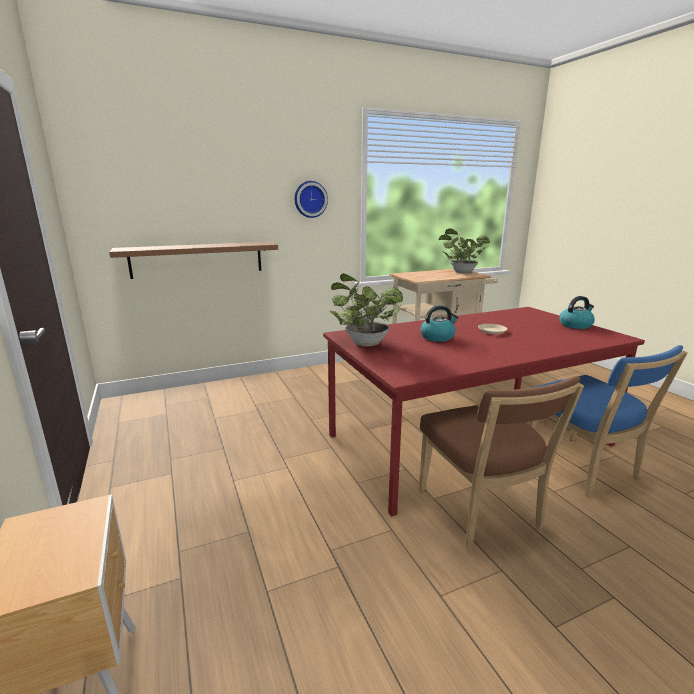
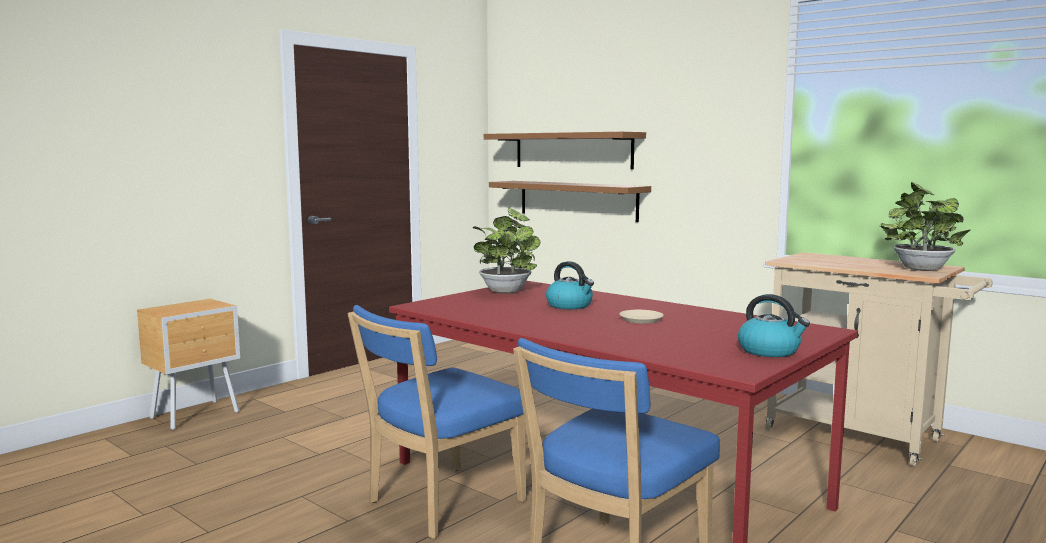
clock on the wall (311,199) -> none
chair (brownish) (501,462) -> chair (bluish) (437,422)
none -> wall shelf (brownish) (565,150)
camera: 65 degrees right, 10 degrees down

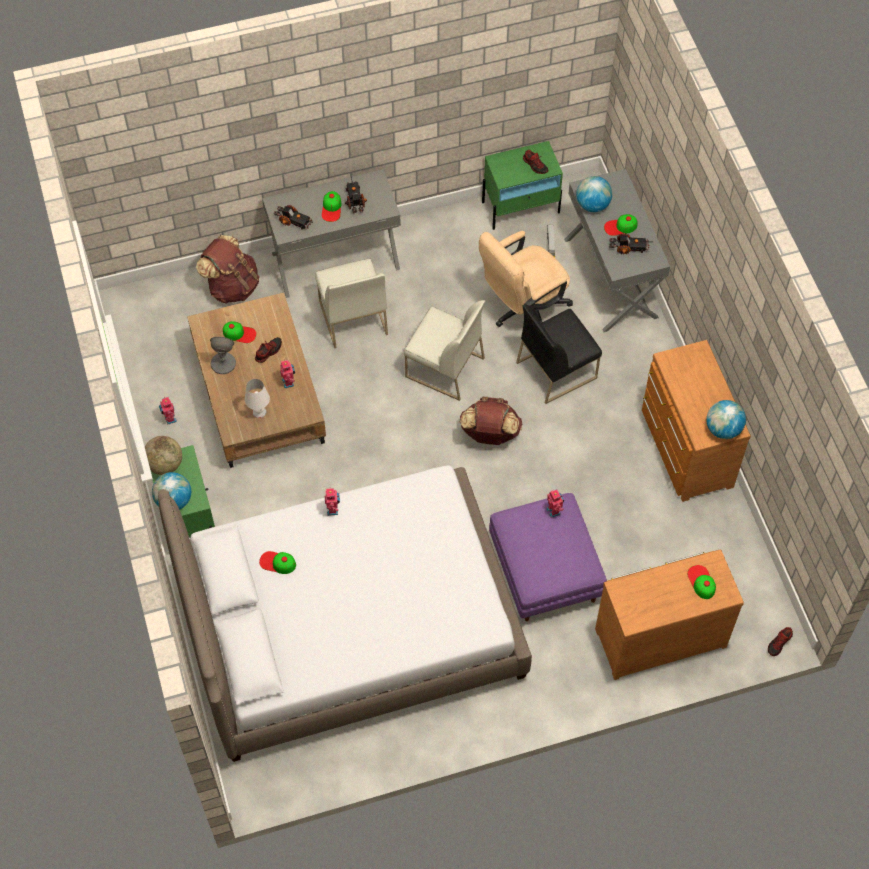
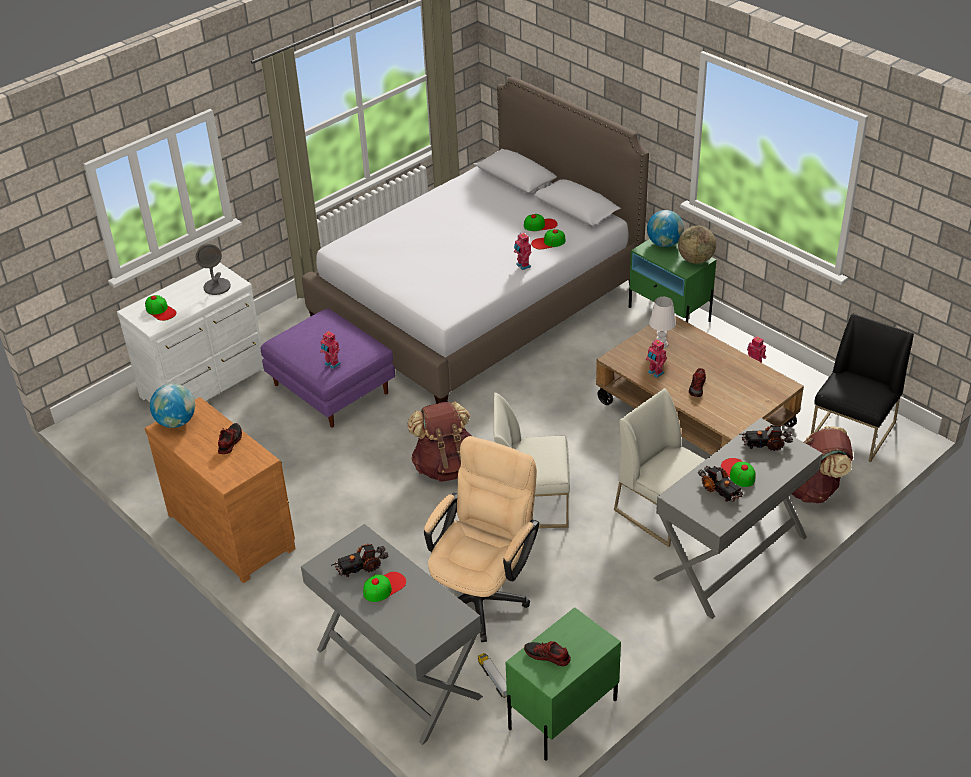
globe (594,194) -> none
chair (black) (559,354) -> chair (black) (862,387), relocated
baseball cap (239,332) -> baseball cap (548,239), relocated
table lamp (gray) (223,355) -> table lamp (gray) (213,269), relocated
chest of drawers (brownish) (669,614) -> chest of drawers (white-coloured) (190,332)
low shoe (780,641) -> low shoe (230,438), relocated
camera: 155 degrees right, 20 degrees down

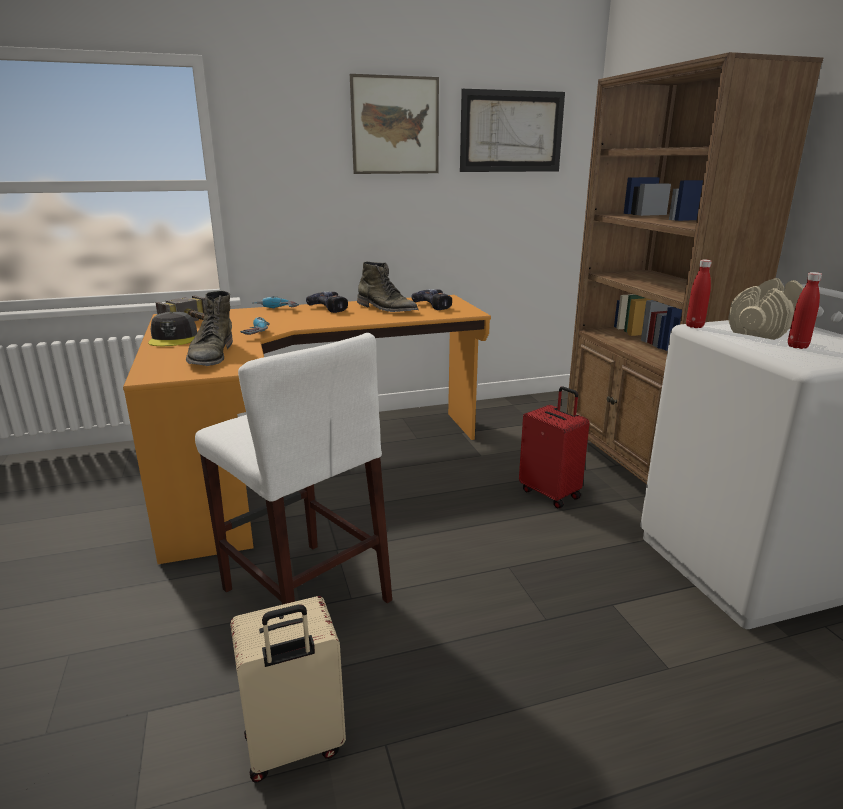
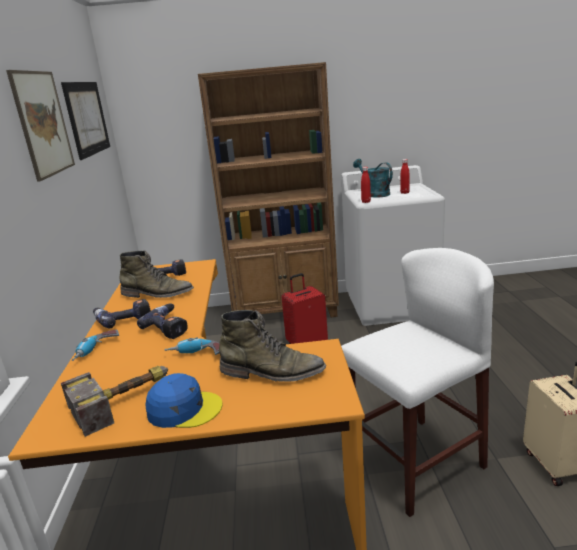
high-top boot (green-coloured) (387,287) -> high-top boot (green-coloured) (157,274), 45 degrees clockwise
hand weight (sand-coloured) (766,309) -> watering can (turquoise) (373,178)
baseball cap (gray) (172,329) -> baseball cap (bluish) (184,400)
none -> power drill (162,321)
camera: 75 degrees left, 0 degrees up

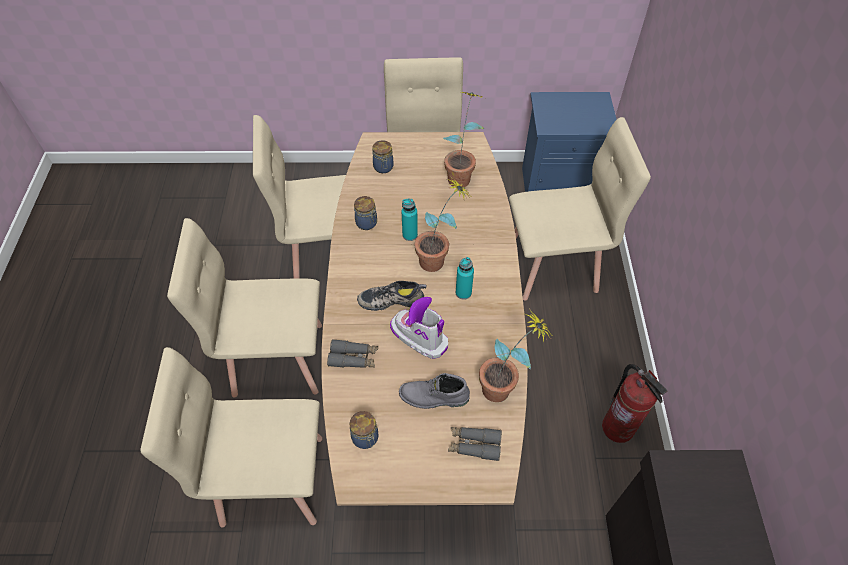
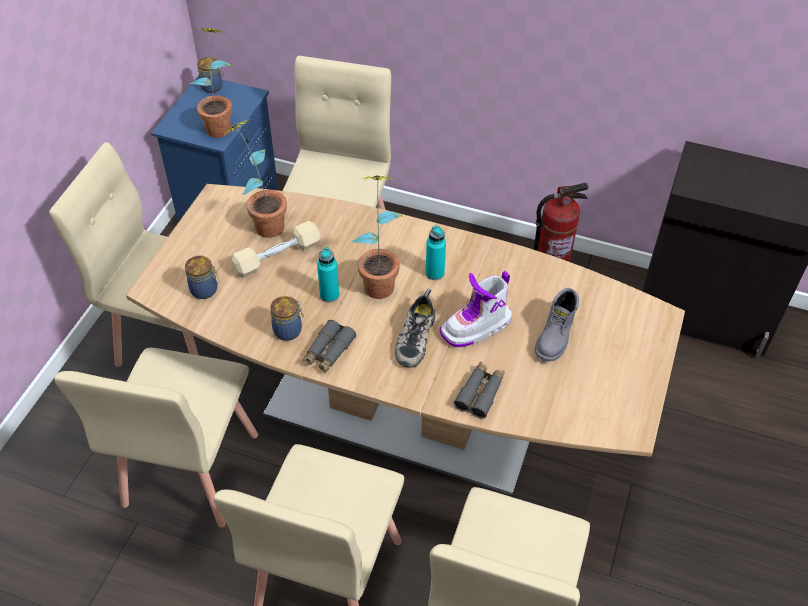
plant in a pot (515,356) -> plant in a pot (211,83), relocated
jar (364,430) -> jar (210,75), relocated
pair of binoculars (gray) (475,444) -> pair of binoculars (gray) (329,346), relocated
none -> hand weight (sand-coloured) (276,249)
camera: 70 degrees left, 5 degrees down

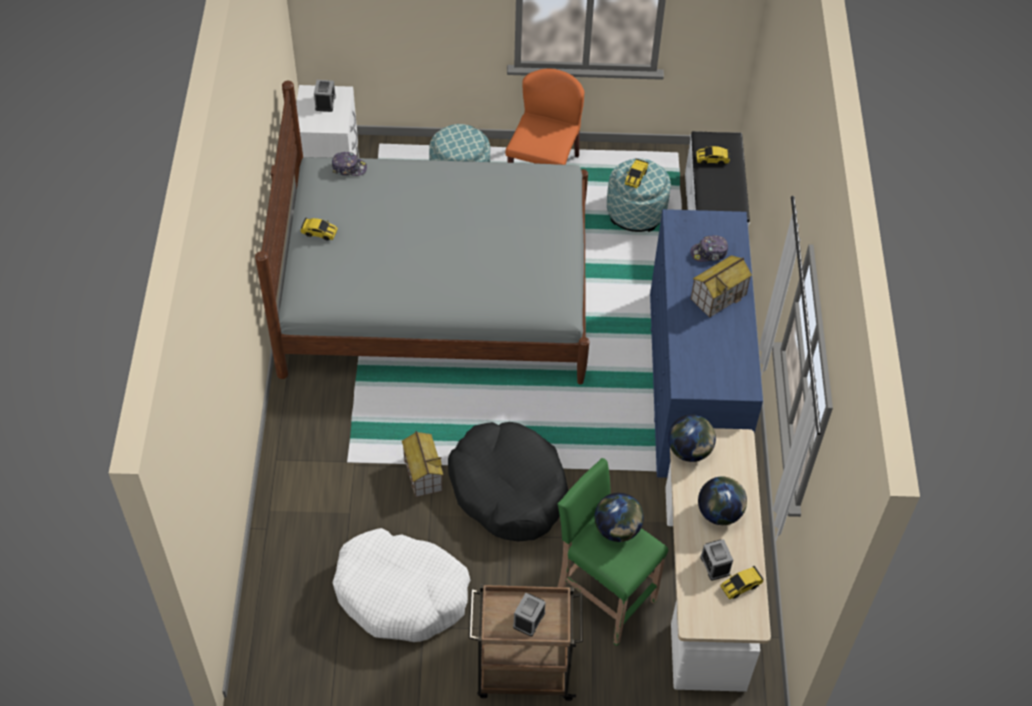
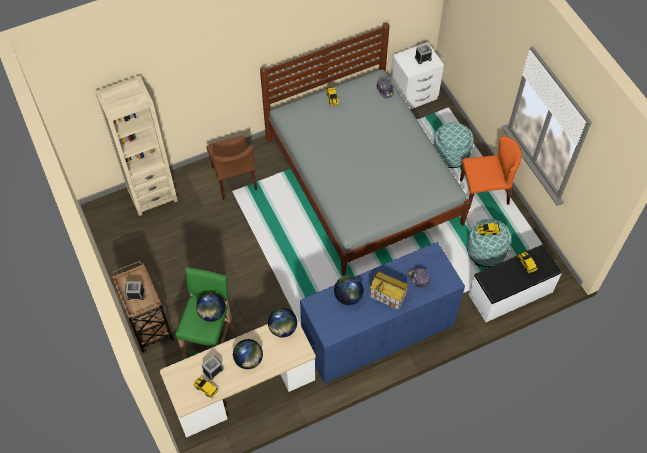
dog bed (black) (508,482) -> none
miniature house (422,464) -> none
dog bed (white-coloured) (401,585) -> none
none -> bookcase (sand-coloured) (136,145)
none -> chair (brownish) (231,168)
none -> globe (349,290)
camera: 65 degrees right, 5 degrees up

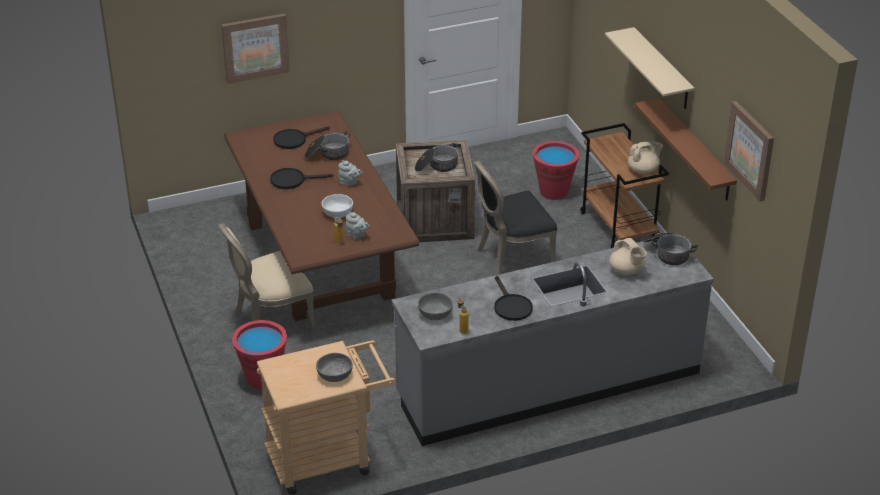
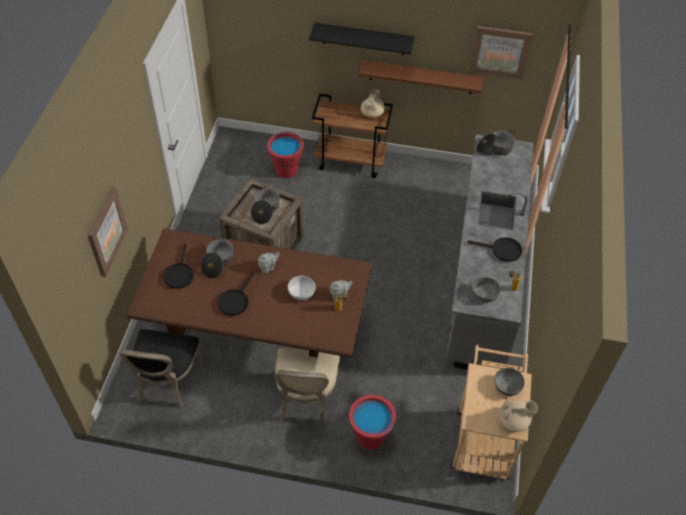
wall shelf (sand-coloured) (649,68) -> wall shelf (black) (362,39)
chair (black) (515,217) -> chair (black) (161,368), relocated
tea pot (sand-coloured) (628,256) -> tea pot (sand-coloured) (518,415), relocated
camera: 60 degrees left, 15 degrees up

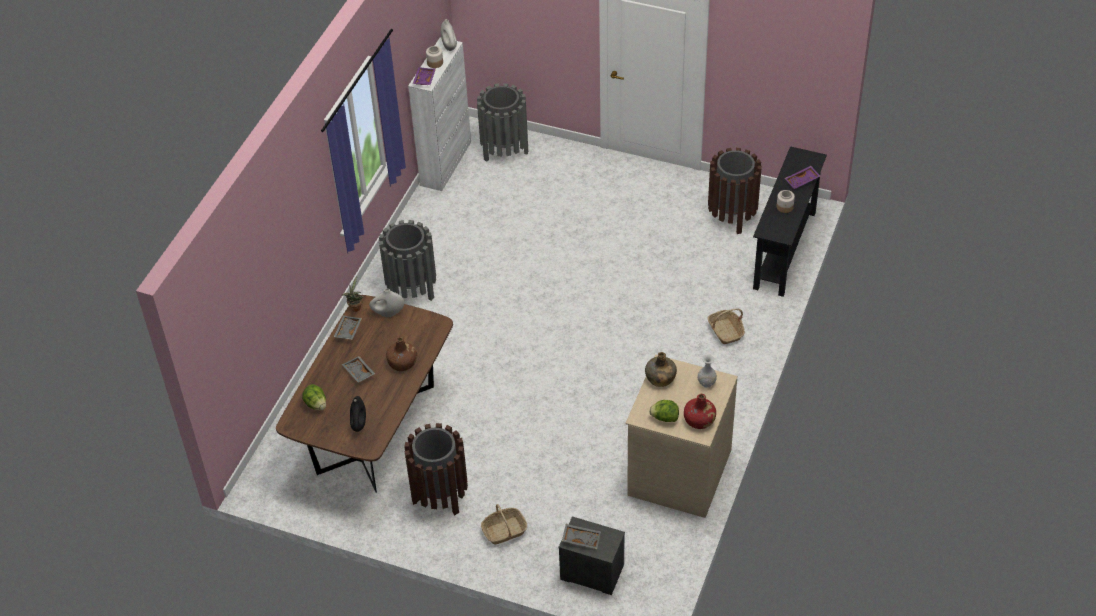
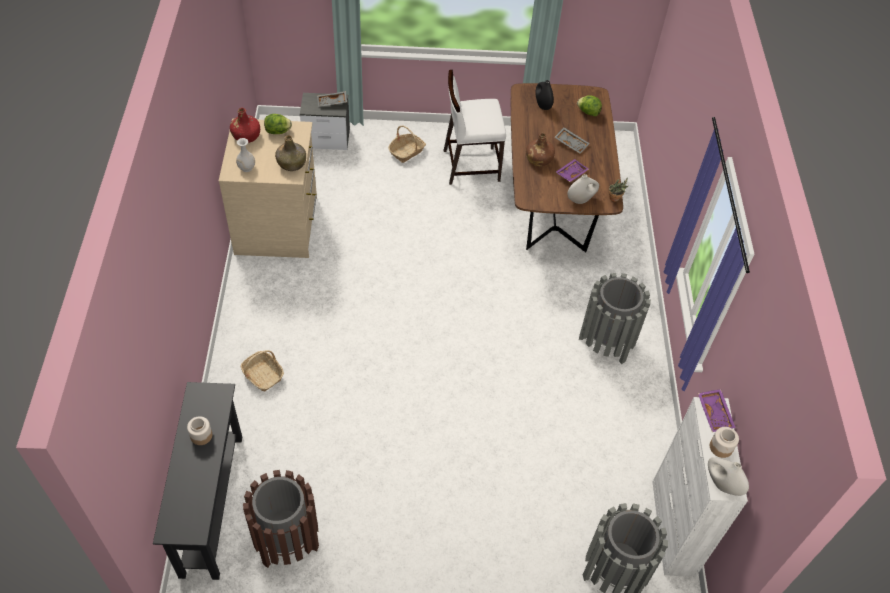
serving tray (purple-coloured) (802,177) -> serving tray (purple-coloured) (572,170), relocated
serving tray (gray) (348,327) -> none
rubbish bin (brownish) (436,469) -> chair (white-coloured) (475,127)
camera: 155 degrees right, 5 degrees up

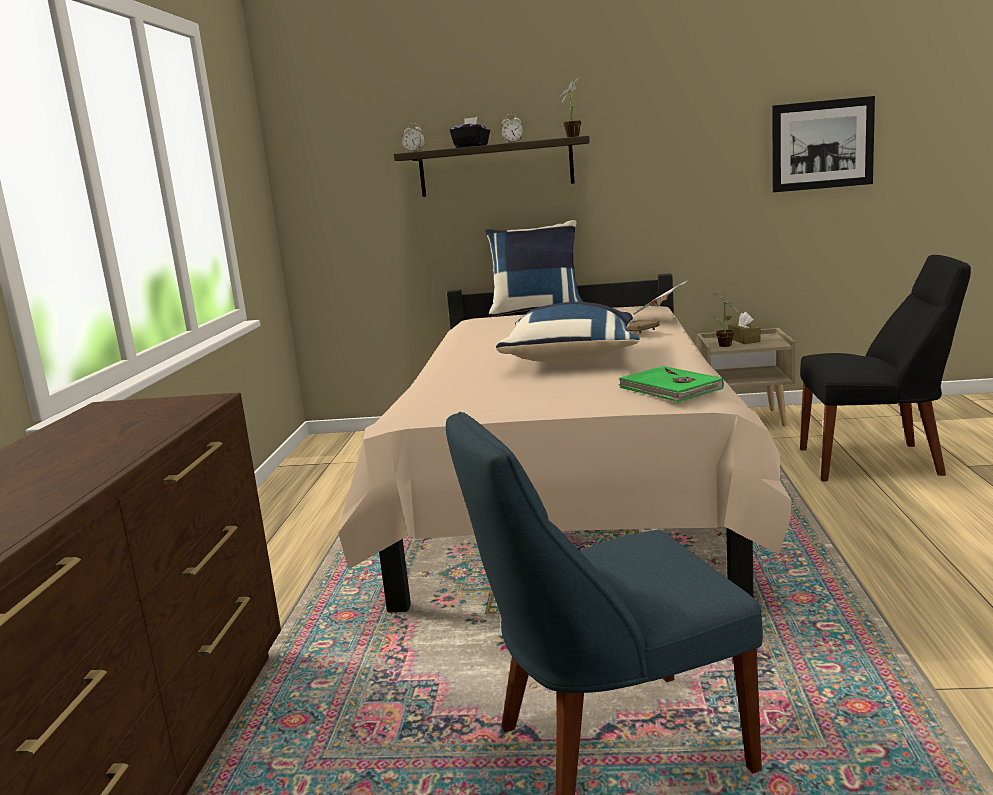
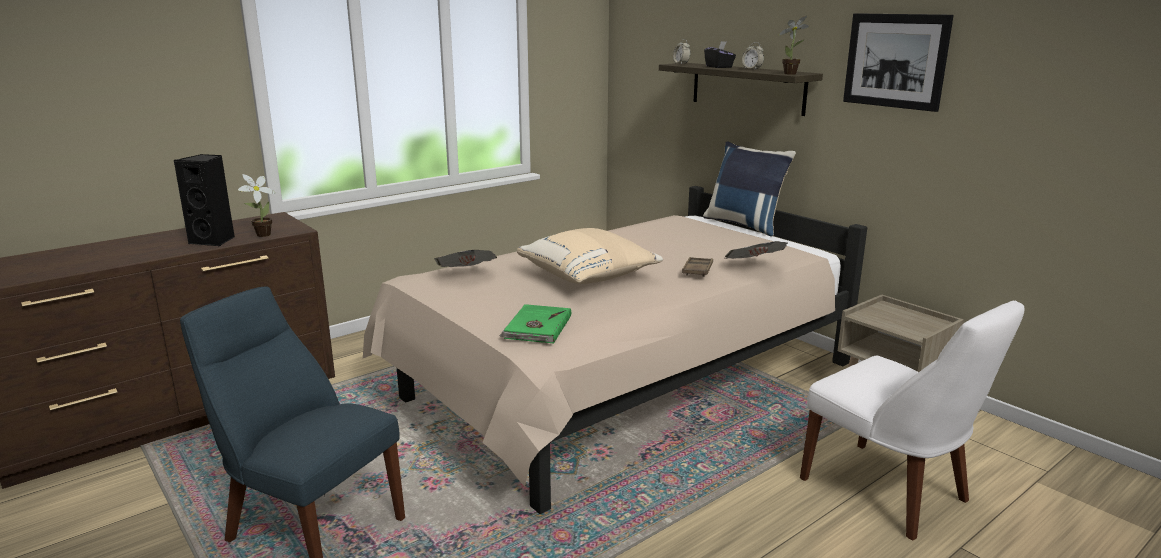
wall art (823,144) -> wall art (898,62), relocated
chair (black) (885,368) -> chair (white-coloured) (912,420)
plant in a pot (726,319) -> plant in a pot (257,205), relocated
cushion (bluish) (568,332) -> cushion (sand-coloured) (590,256)
tissue holder (brownish) (744,328) -> none
none -> loudspeaker (black) (204,200)
none -> printed paper (465,258)
camera: 45 degrees right, 5 degrees up

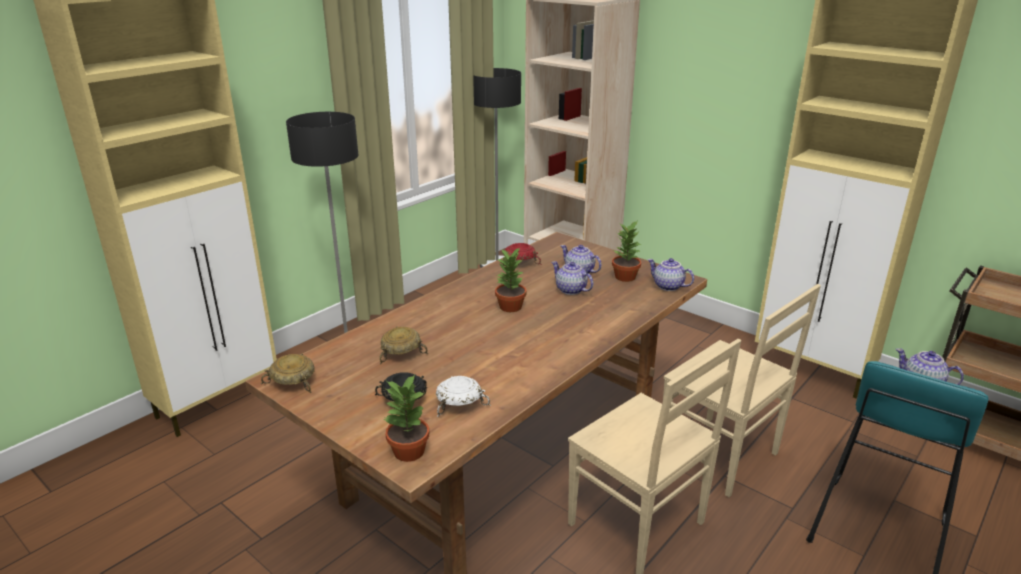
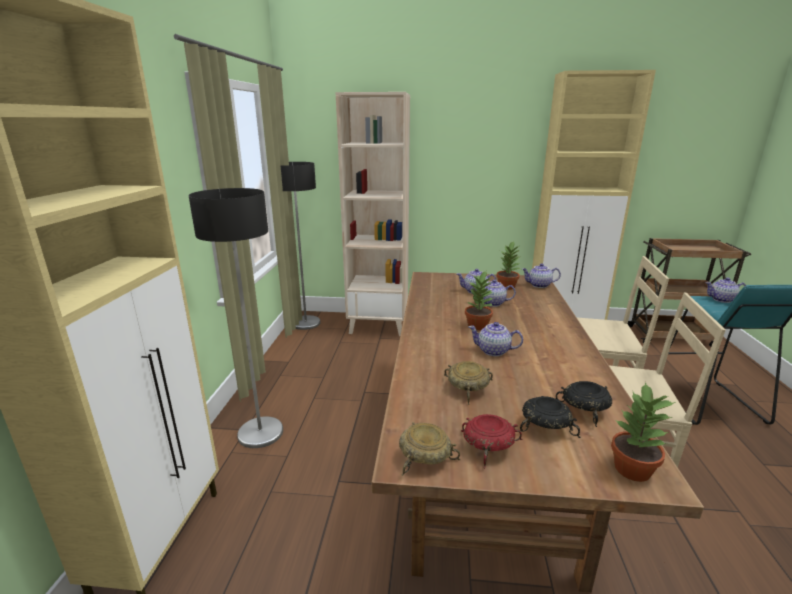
deep dish (reddish) (522,254) -> deep dish (reddish) (491,441), relocated
deep dish (white-coloured) (463,396) -> deep dish (black) (584,404)
none -> tea pot (495,339)
camera: 35 degrees left, 5 degrees down

